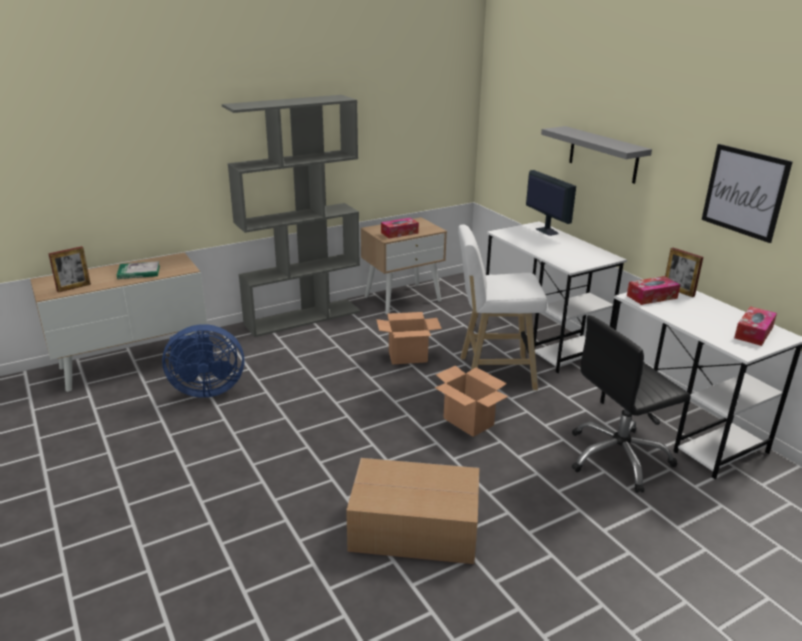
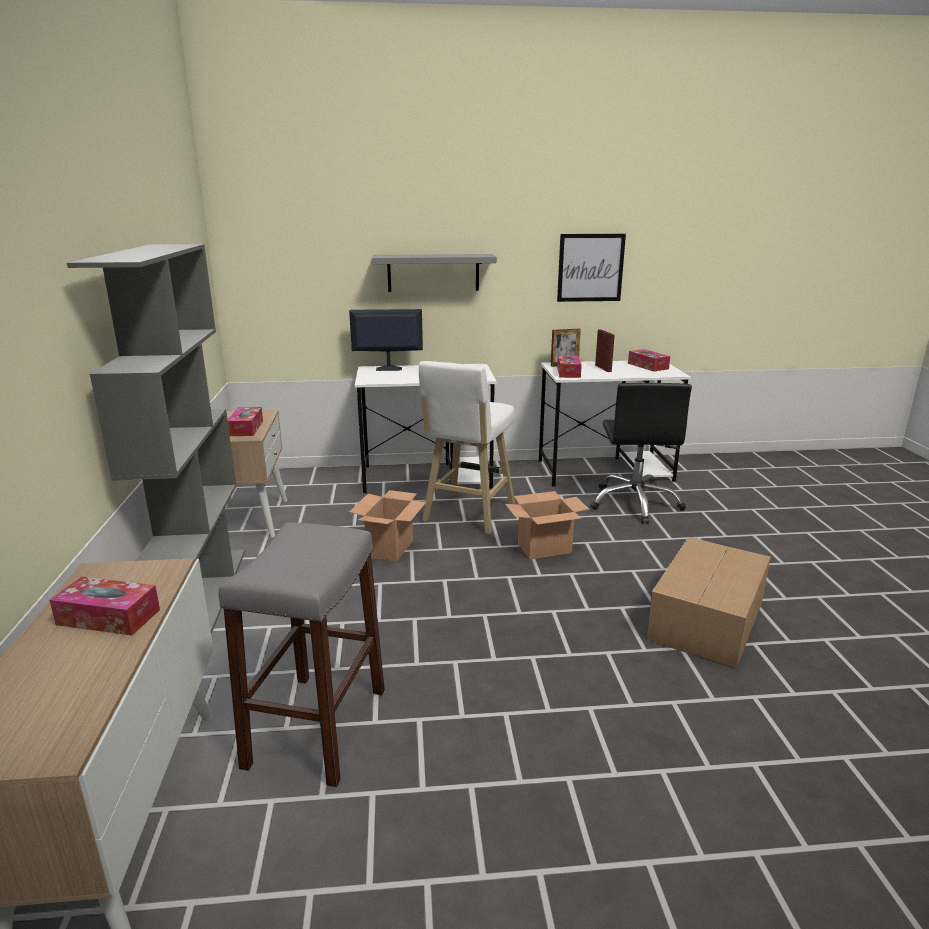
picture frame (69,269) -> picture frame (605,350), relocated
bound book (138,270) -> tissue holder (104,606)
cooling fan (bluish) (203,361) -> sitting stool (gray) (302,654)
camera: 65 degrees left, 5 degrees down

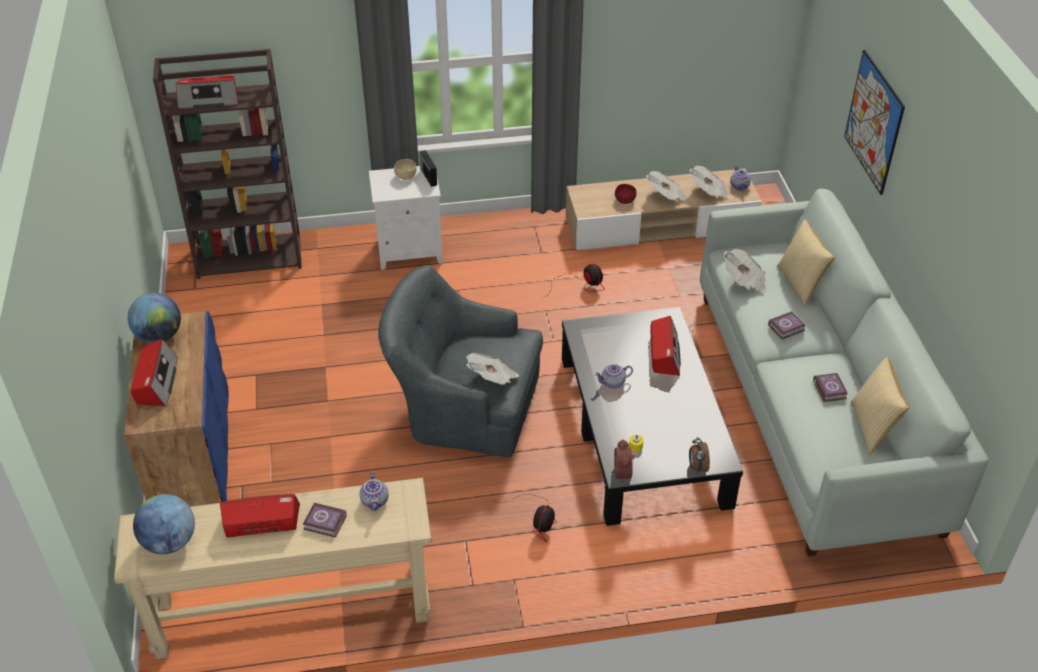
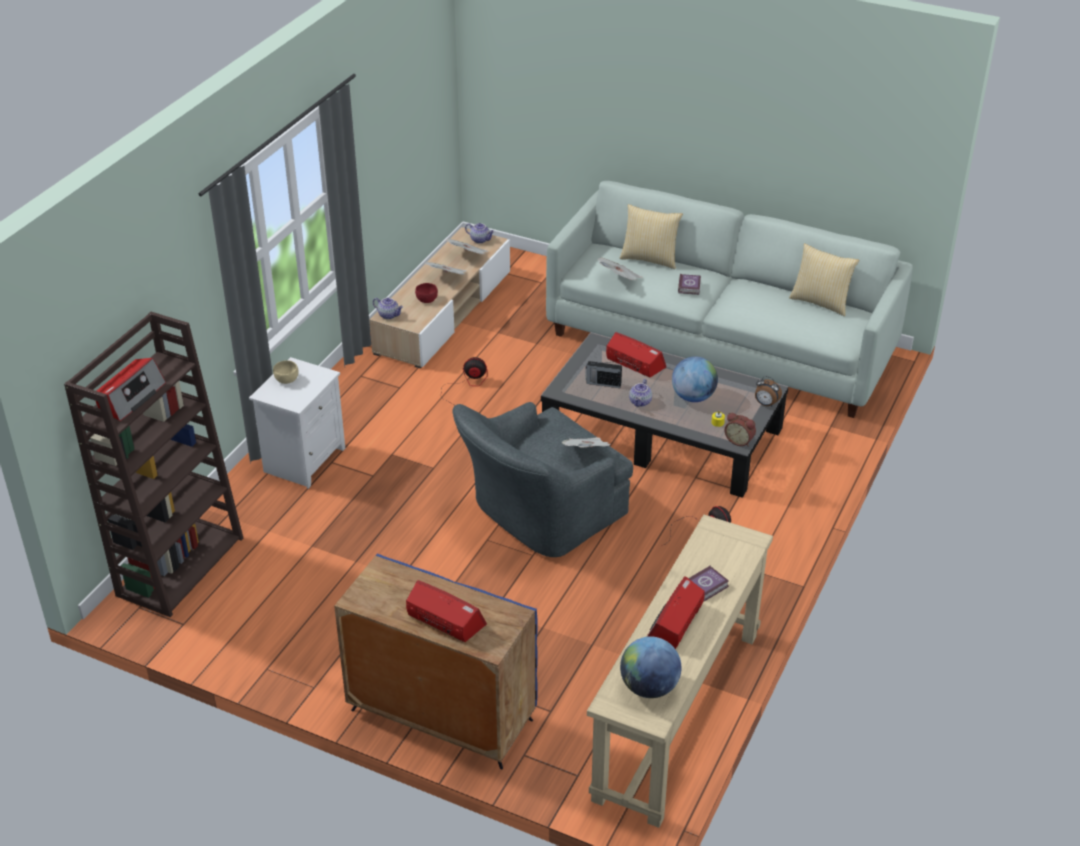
wall art (874,122) -> none
radio set (428,168) -> radio set (604,374), relocated
globe (154,318) -> globe (695,379), relocated
bound book (830,387) -> none
tea pot (374,491) -> tea pot (388,308), relocated
camera: 55 degrees left, 5 degrees down

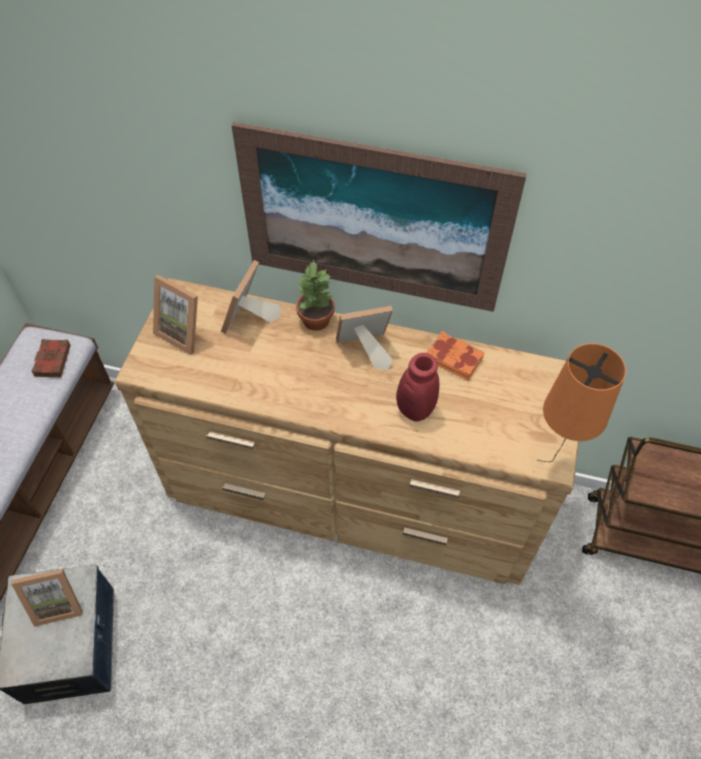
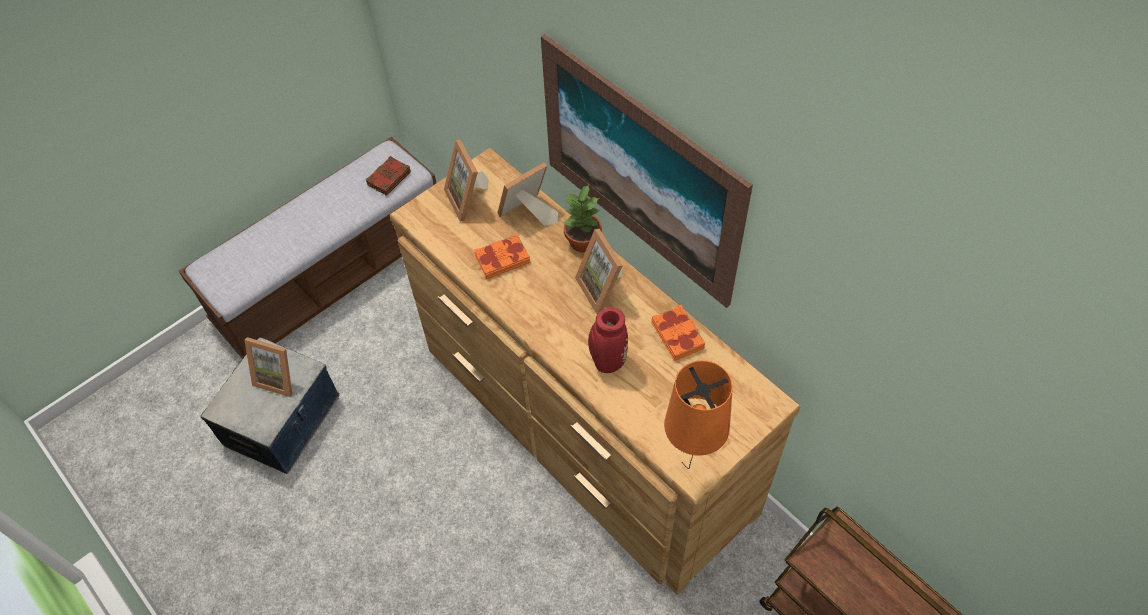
picture frame (364,338) -> picture frame (599,271), 135 degrees counterclockwise
none -> bound book (orangey) (502,256)
camera: 35 degrees right, 0 degrees up

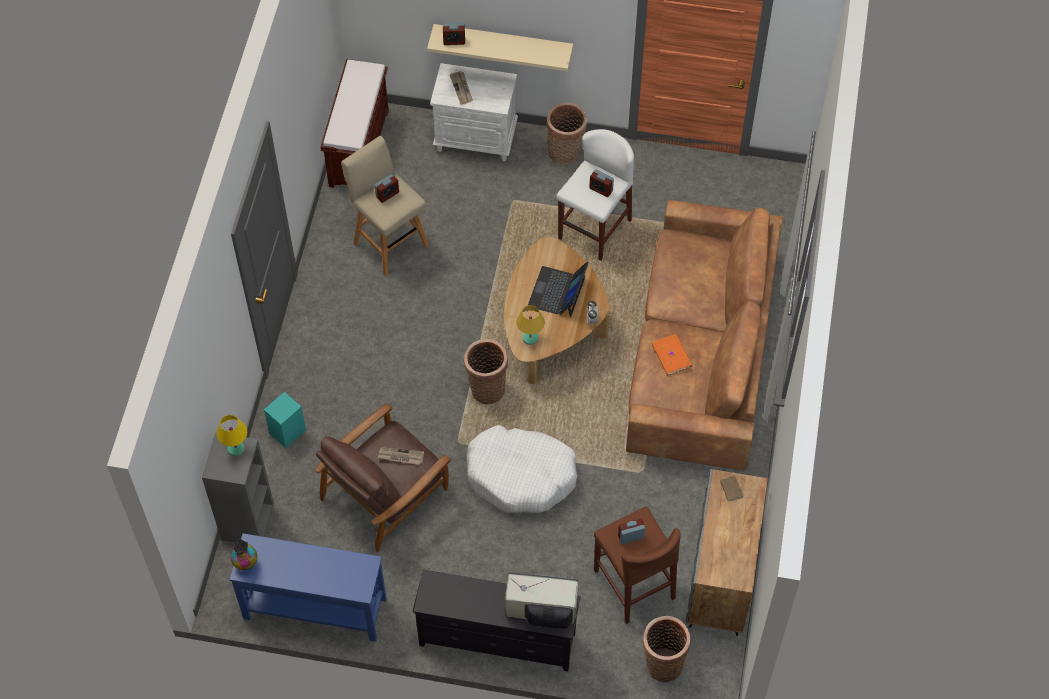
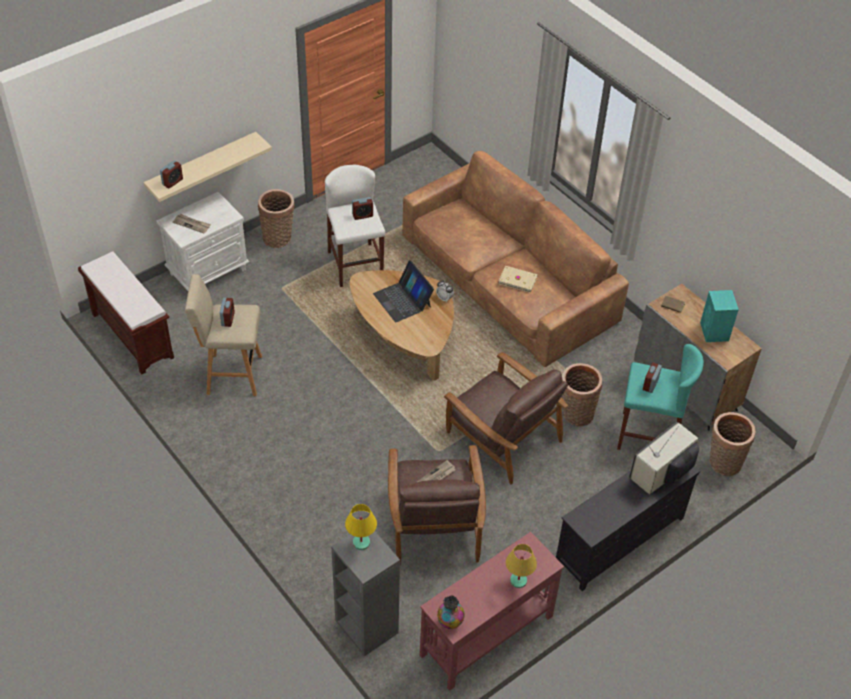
table lamp (yellow) (530,325) -> table lamp (yellow) (521,566), relocated
bound book (orangey) (672,355) -> bound book (sand-coloured) (518,279)
basket (486,371) -> basket (582,395), relocated
loudspeaker (turquoise) (285,420) -> loudspeaker (turquoise) (719,316), relocated
dog bed (white-coloured) (522,469) -> lounge chair (brownish) (506,418)
sitting stool (brownish) (637,565) -> sitting stool (turquoise) (660,397)
narrow table (bluish) (308,587) -> narrow table (reddish) (492,611)
camera: 50 degrees left, 10 degrees down

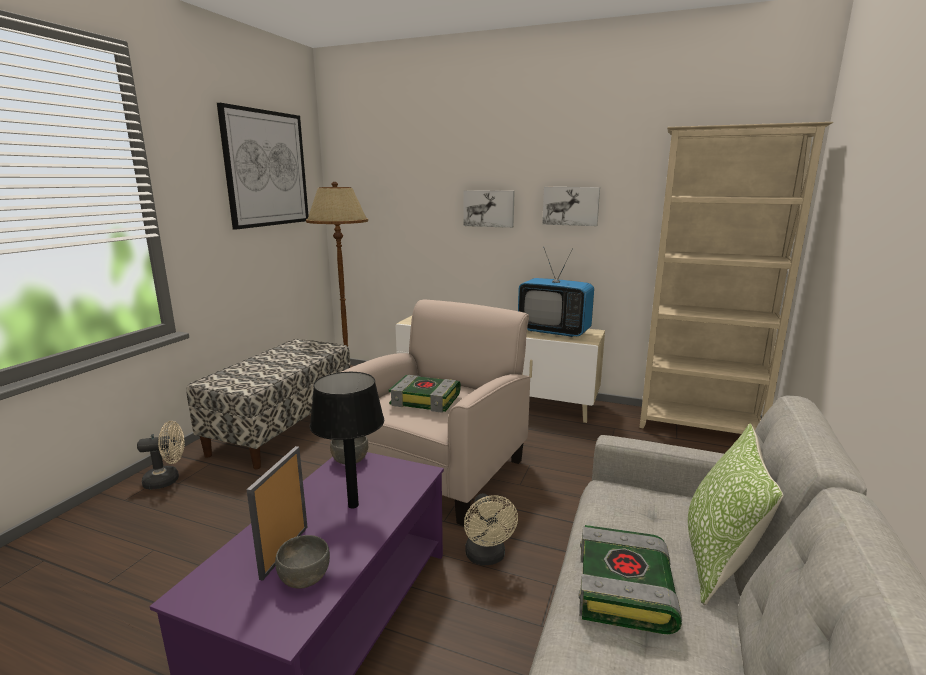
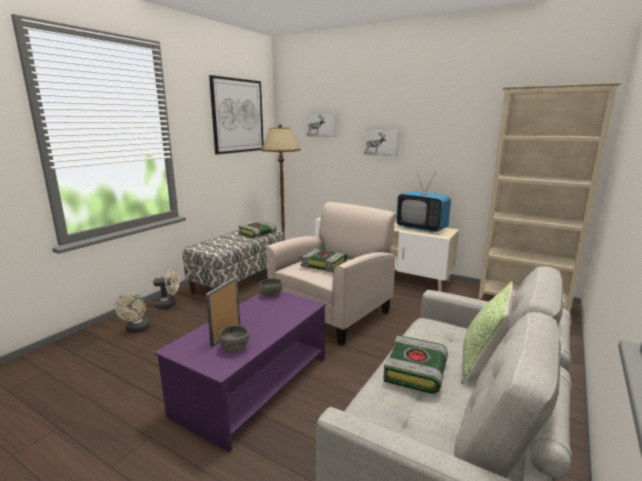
wall art (571,206) -> wall art (321,125), relocated
table lamp (black) (347,440) -> none
cooling fan (sand-coloured) (491,529) -> cooling fan (sand-coloured) (132,313), relocated
none -> bound book (258,229)
camera: 10 degrees right, 0 degrees up

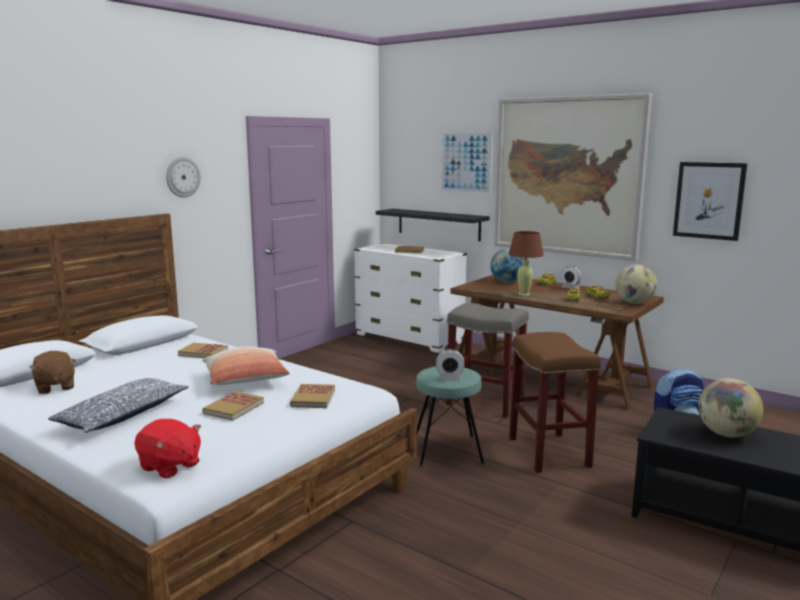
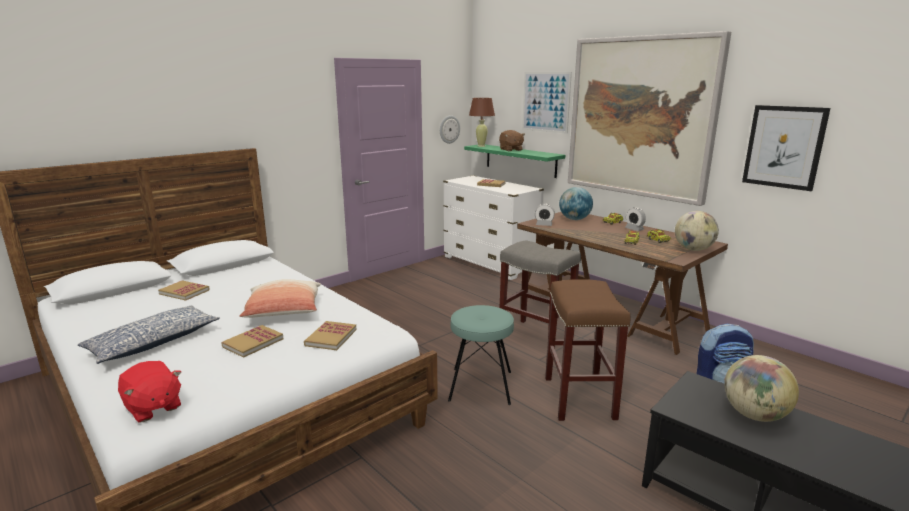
clock on the wall (183,177) -> clock on the wall (450,129), relocated
wall shelf (black) (433,225) -> wall shelf (green-coloured) (514,161)
table lamp (brownish) (526,263) -> table lamp (brownish) (482,122), relocated
bound book (203,350) -> bound book (184,290), relocated
table clock (450,365) -> table clock (545,214), relocated
plush toy (brownish) (52,372) -> plush toy (brownish) (512,140), relocated
camera: 10 degrees right, 5 degrees up

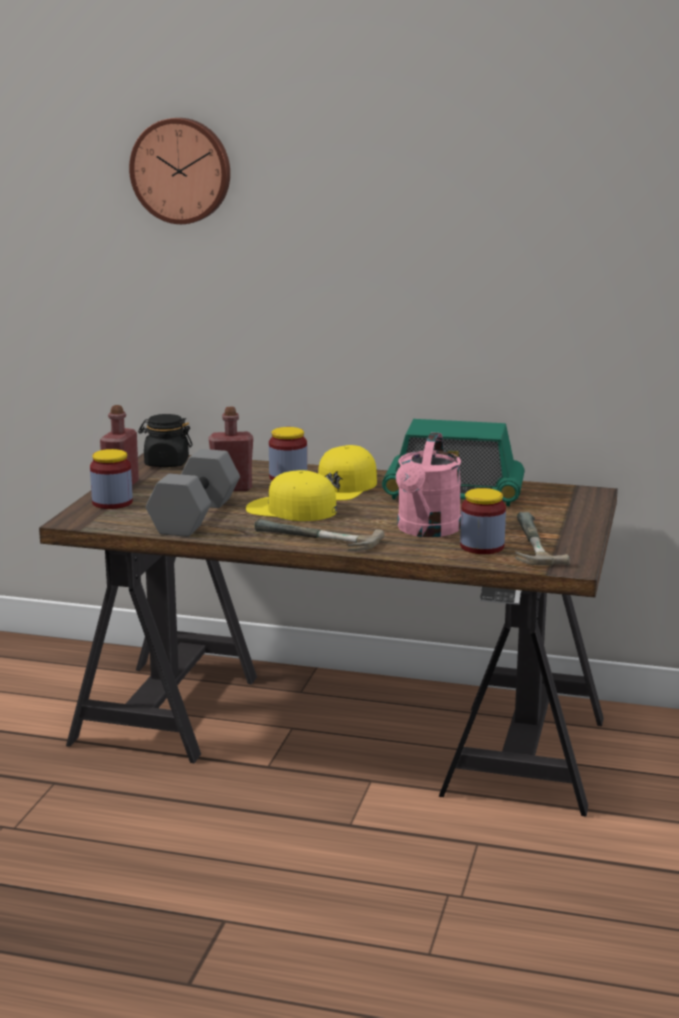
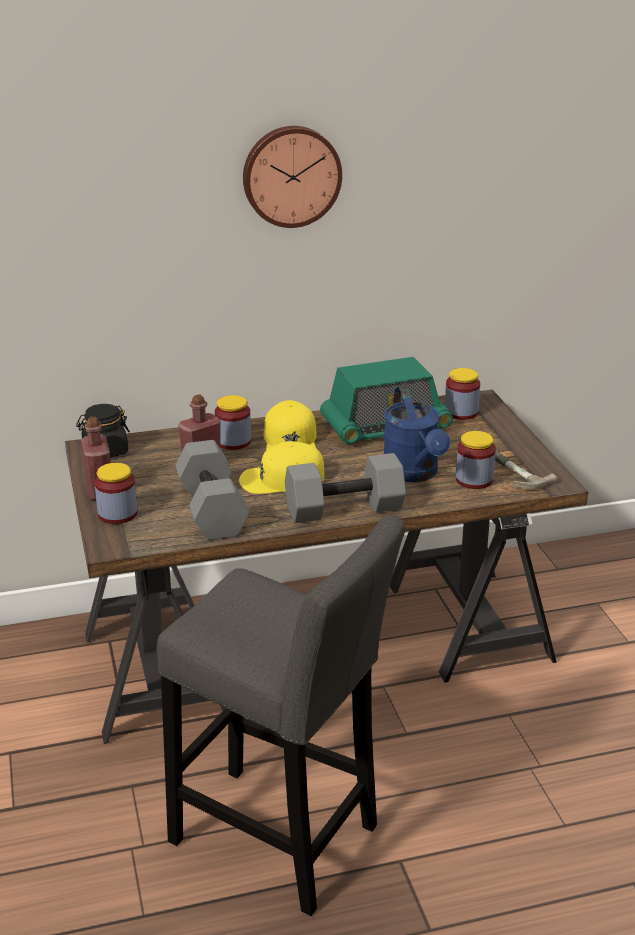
clock on the wall (179,171) -> clock on the wall (292,177), relocated
watering can (pinkish) (428,484) -> watering can (bluish) (417,434)
tool hammer (319,535) -> hand weight (gray) (345,488)
none -> jar (462,394)
none -> sitting stool (gray) (281,715)
camera: 30 degrees left, 10 degrees up

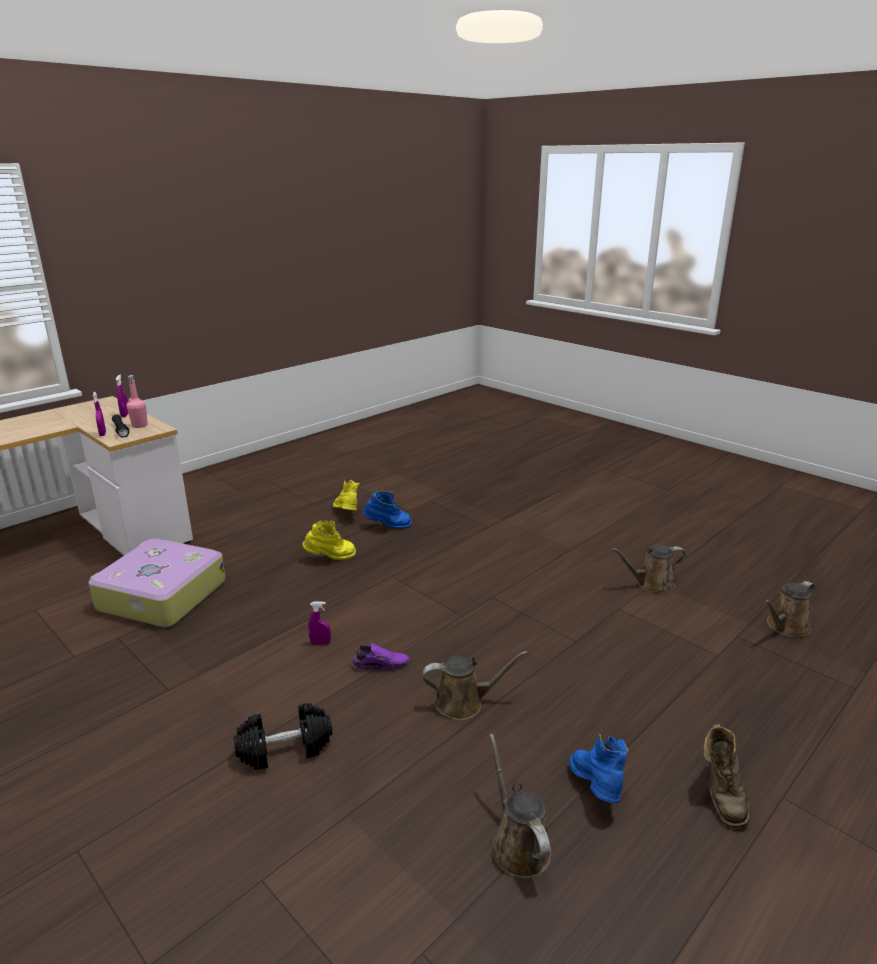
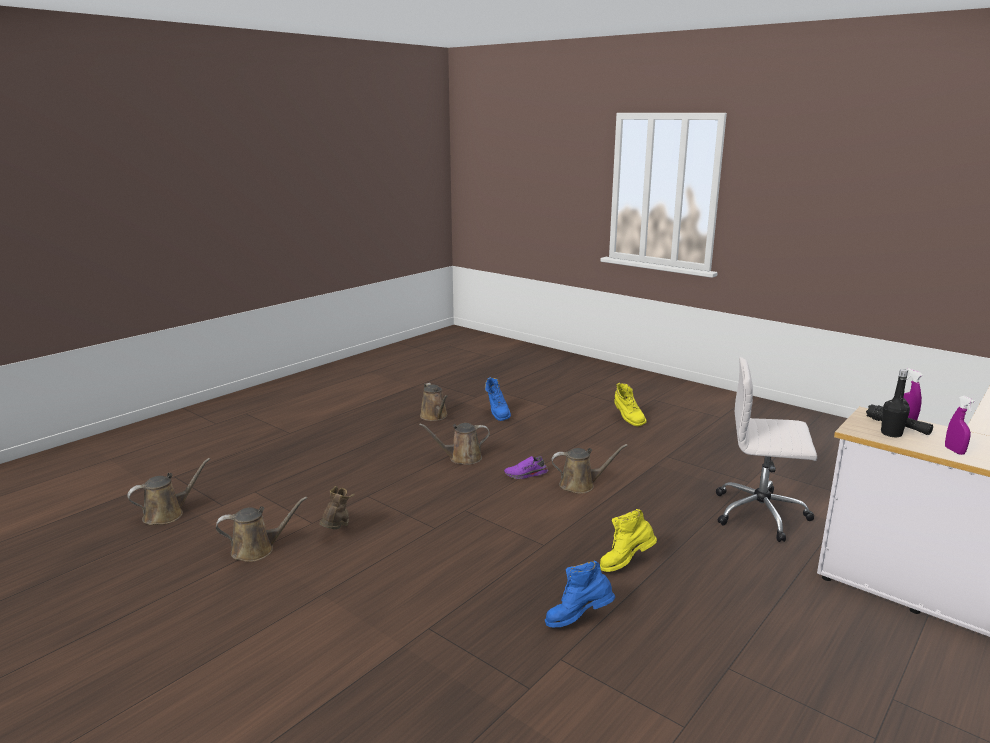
bottle (pinkish) (137,401) -> bottle (black) (895,403)
high-top boot (yellow) (346,495) -> high-top boot (yellow) (630,404), relocated
piece of luggage (157,582) -> office chair (white-coloured) (766,449)
spray bottle (purple-coloured) (319,623) -> watering can (brownish) (590,469)
hand weight (black) (283,736) -> none
high-top boot (brownish) (726,776) -> high-top boot (brownish) (337,507), relocated
high-top boot (bluish) (599,768) -> high-top boot (bluish) (498,399), relocated
camera: 175 degrees right, 5 degrees down

